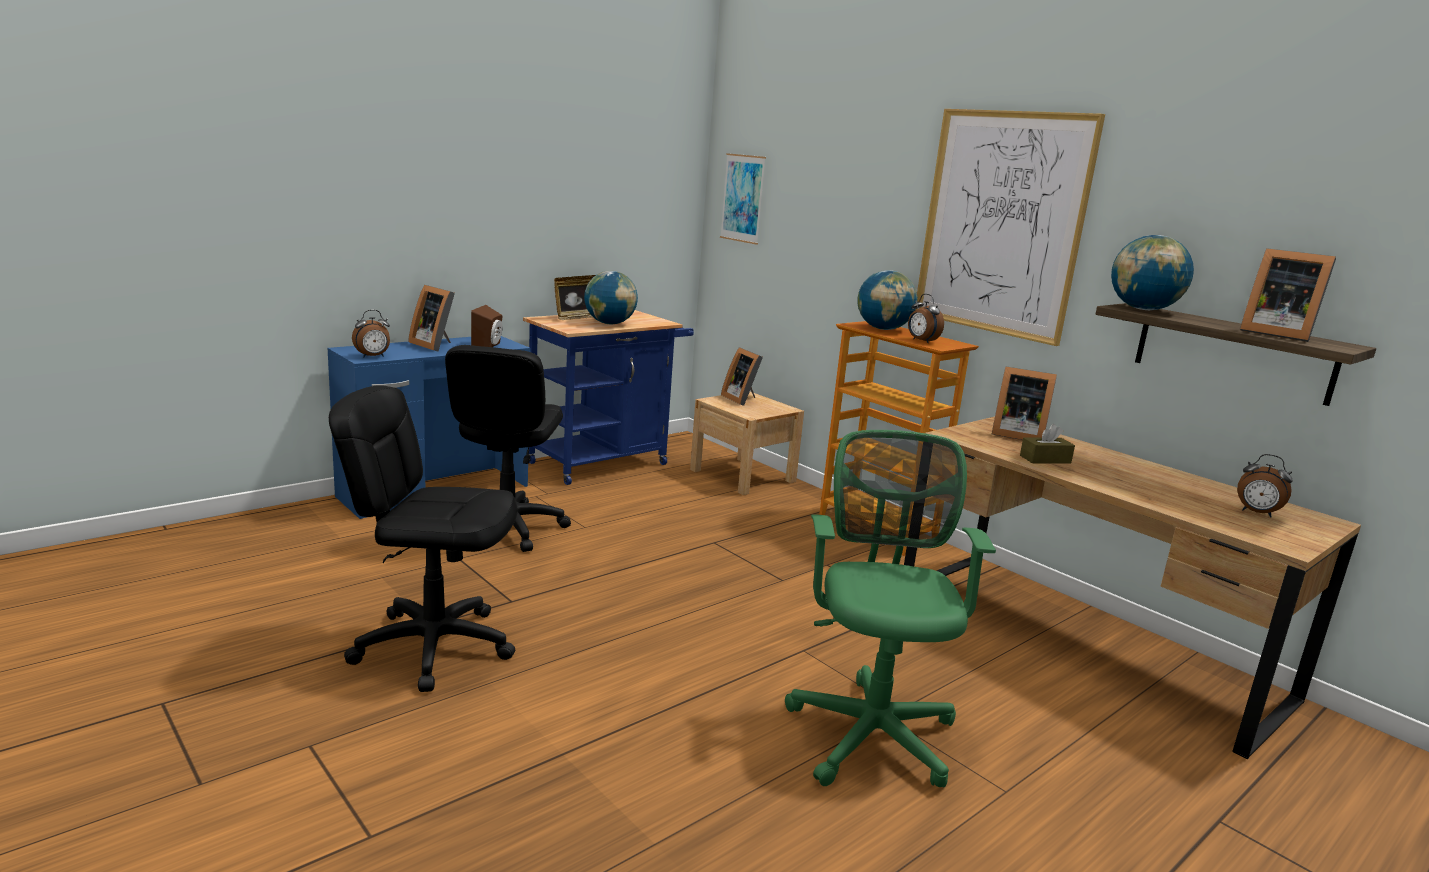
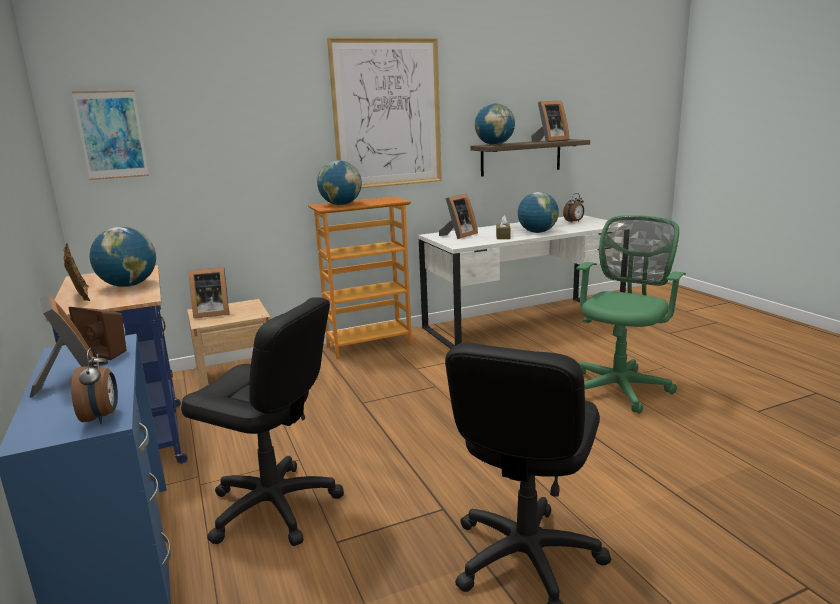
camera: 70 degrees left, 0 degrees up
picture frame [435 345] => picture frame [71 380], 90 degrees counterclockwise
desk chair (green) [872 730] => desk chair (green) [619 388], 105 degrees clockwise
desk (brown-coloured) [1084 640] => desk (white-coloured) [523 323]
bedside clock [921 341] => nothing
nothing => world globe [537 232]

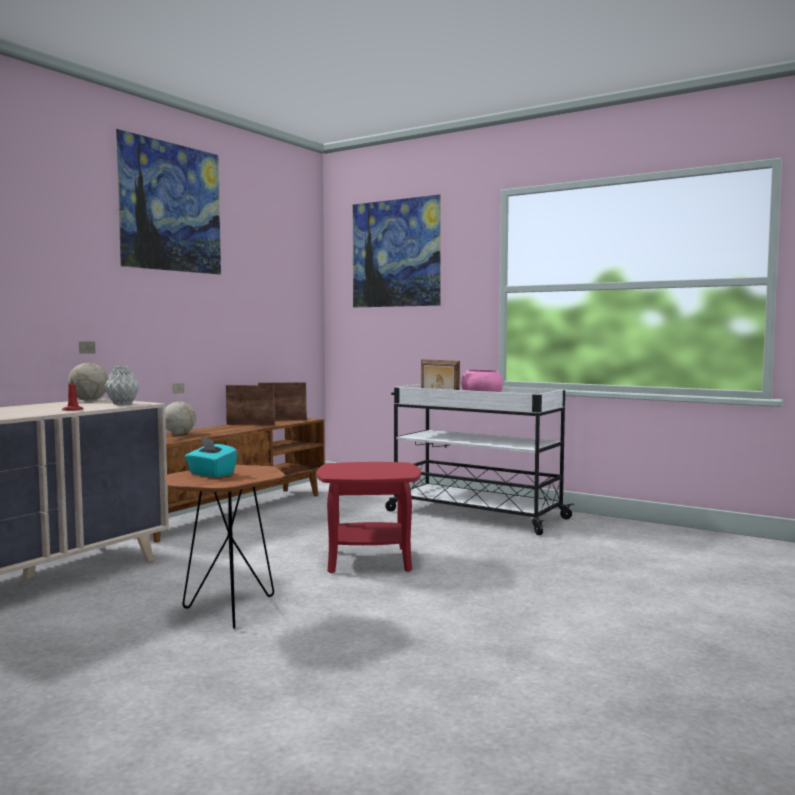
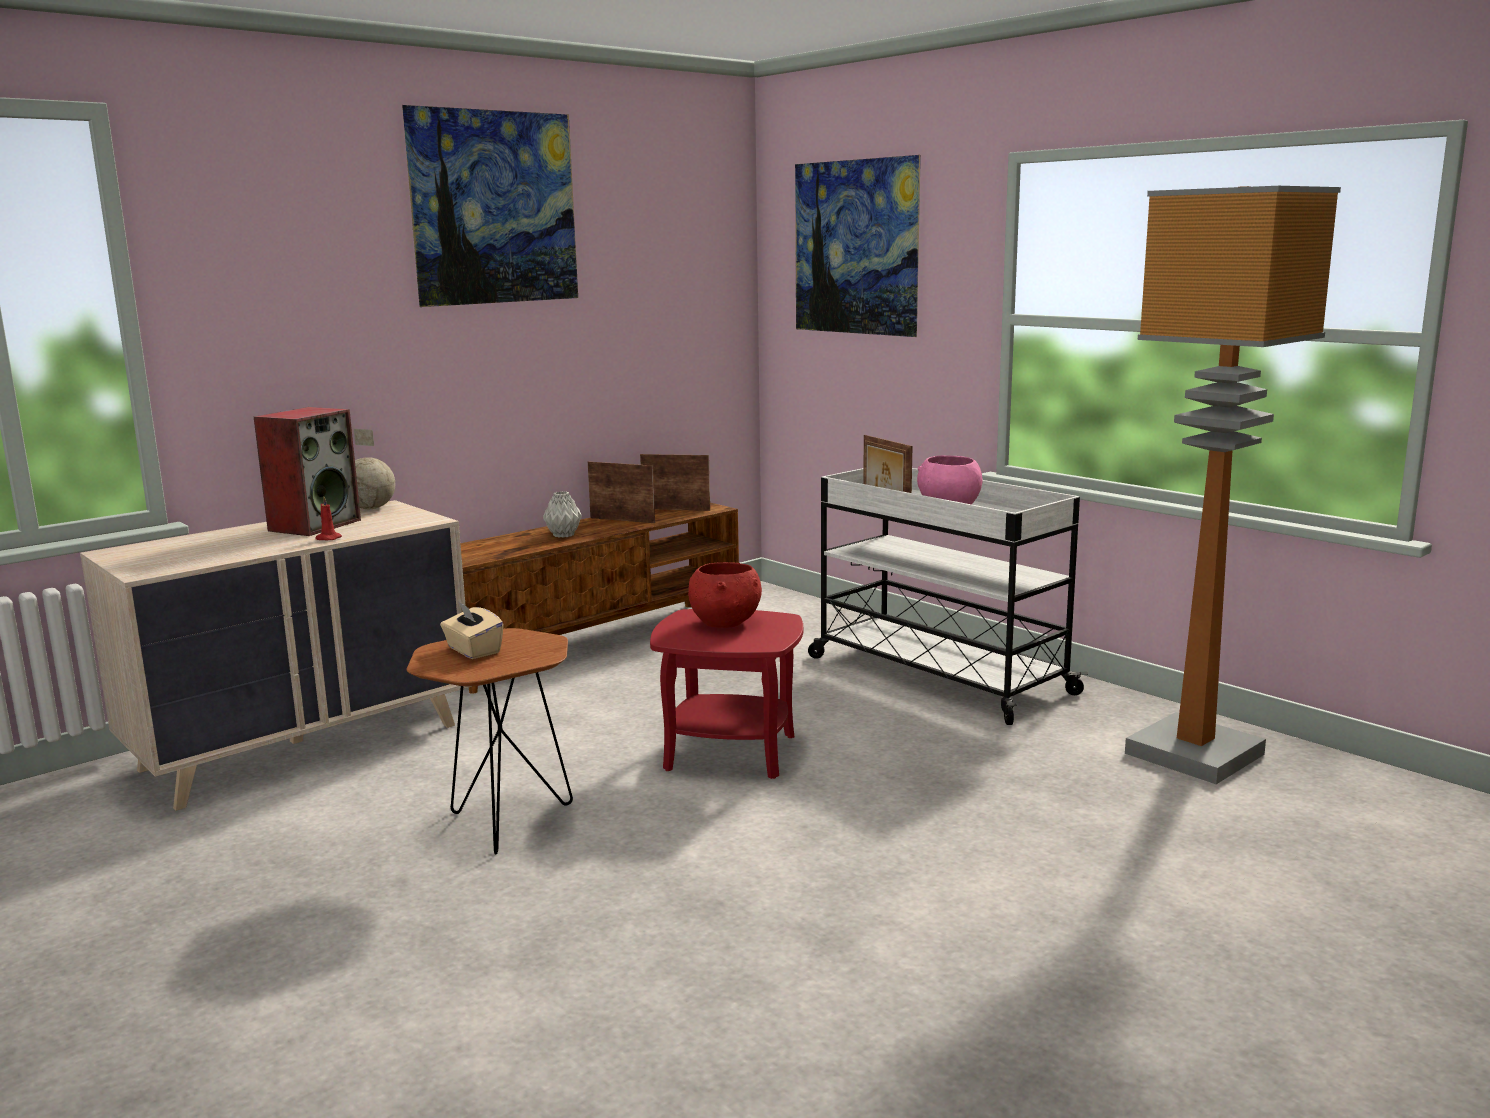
camera: 15 degrees right, 10 degrees up
vase (grey) [123 404] => vase (grey) [564 535], moved
world globe [179 434] => nothing
tissue holder (blue-green) [211 474] => tissue holder (beige) [473 650]
nothing => audio speaker [315 525]
nothing => bowl (reddish) [726 623]
nothing => standing lamp [1197 754]

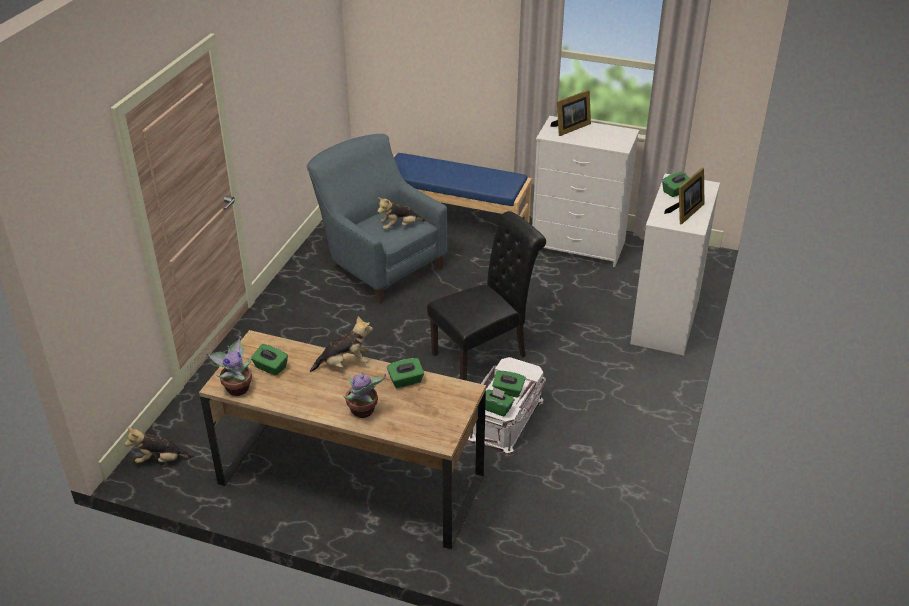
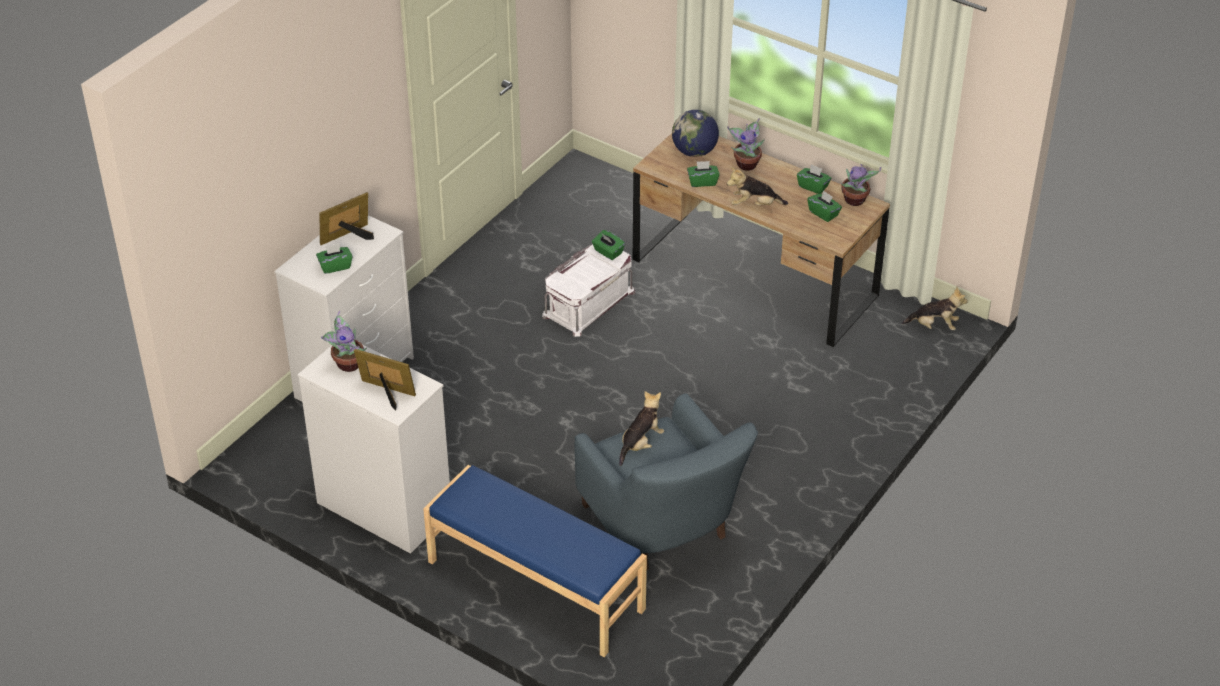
camera: 165 degrees left, 5 degrees up
soft toy [400 227] => soft toy [641 444], 45 degrees counterclockwise
plain chair (black) [484 353] => nothing
tissue holder (green) [508 391] => tissue holder (green) [813 187], moved
picture frame [570 128] => picture frame [387 393], 45 degrees clockwise
nothing => houseplant [347 364]
nothing => world globe [694 152]

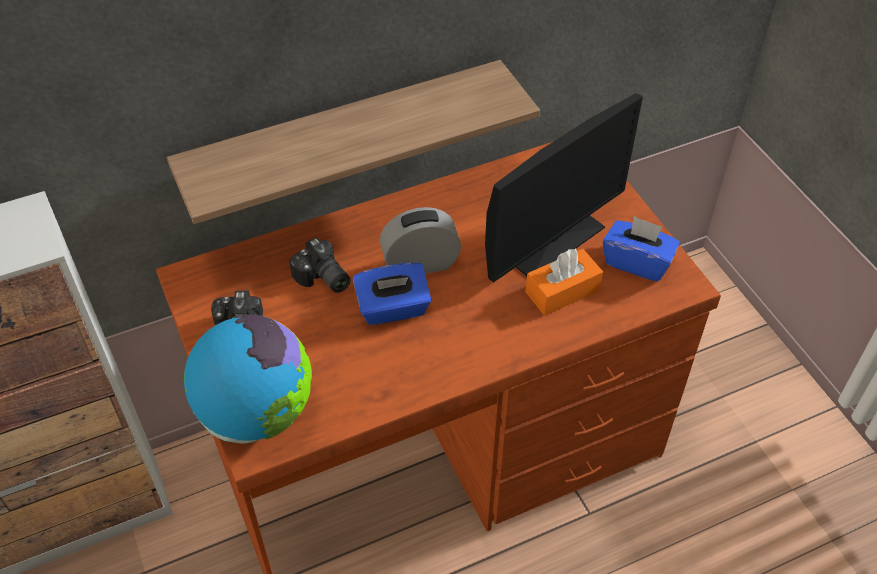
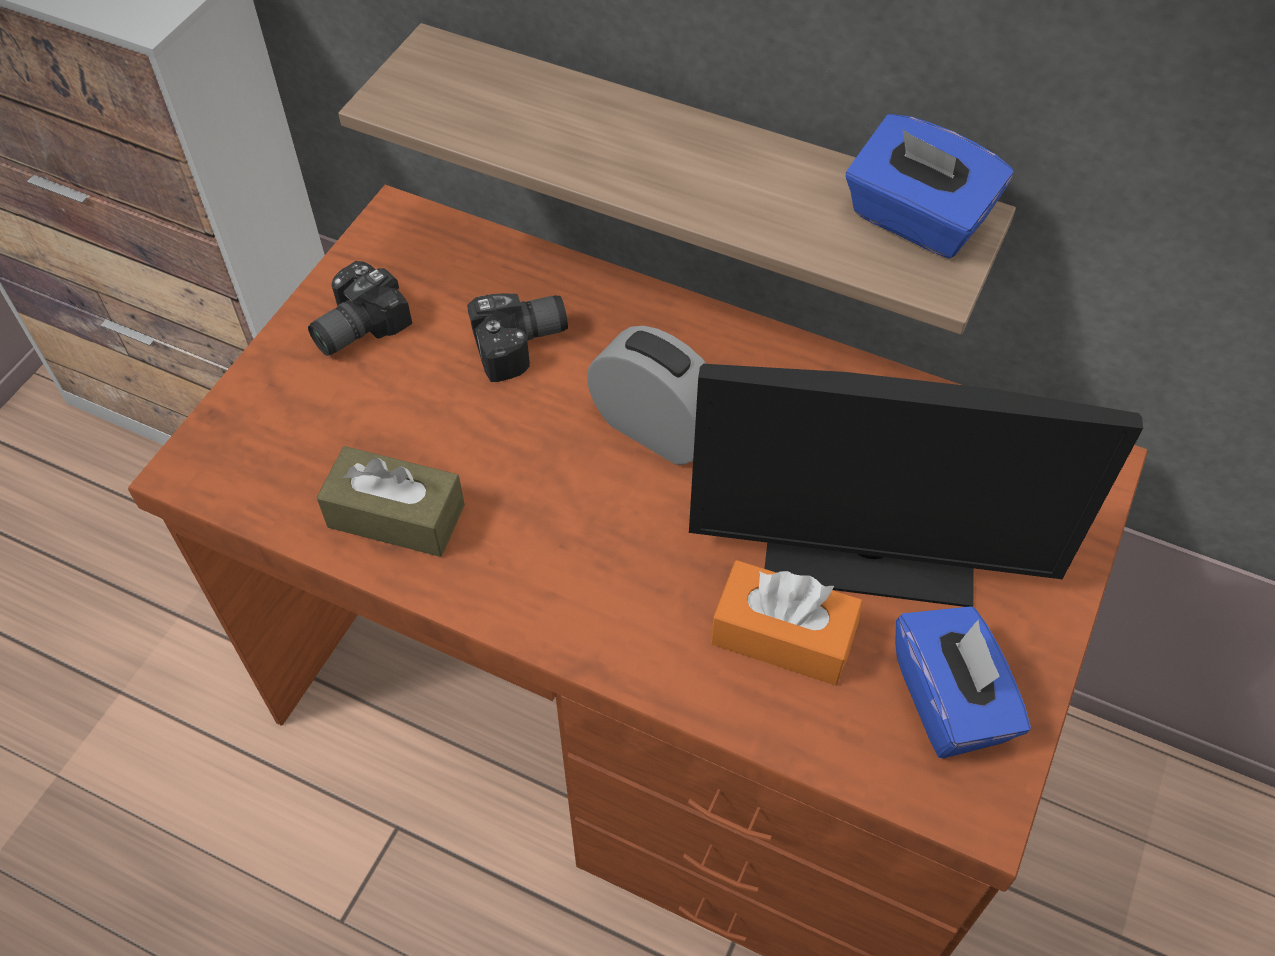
camera: 50 degrees right, 5 degrees up
world globe [257 413] => nothing
photo camera [322 279] => photo camera [522 345], 120 degrees counterclockwise
tissue holder (blue) [393 309] => tissue holder (blue) [916 220], moved
nothing => tissue holder (brown-coloured) [396 516]

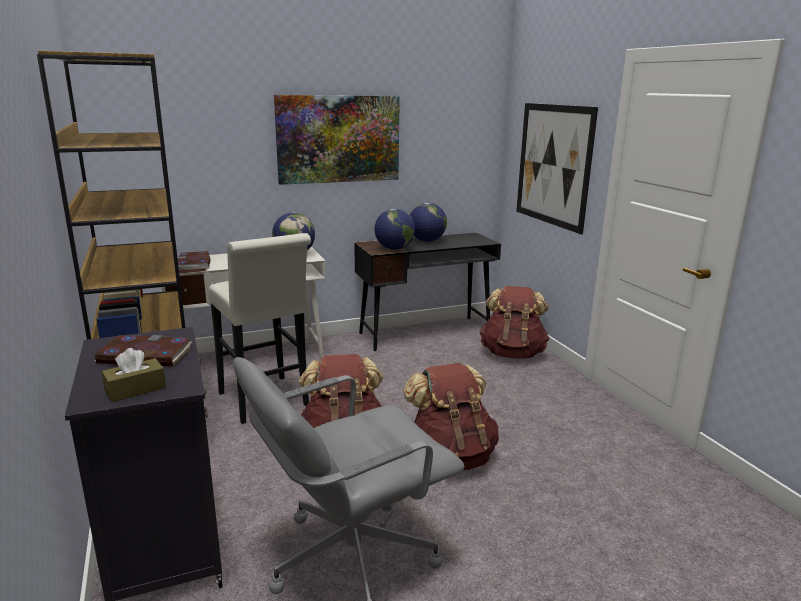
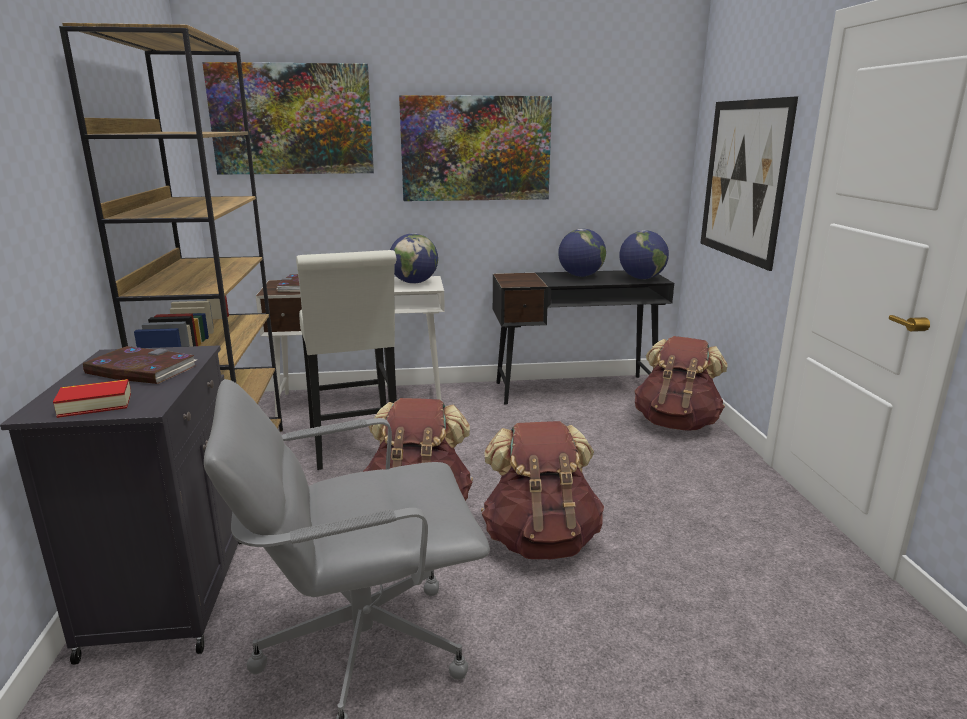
camera: 15 degrees right, 0 degrees up
tissue holder (brown-coloured) [135 389] => bound book [95 404]
world globe [394 249] => world globe [641 278], moved
nothing => wall art [292 119]

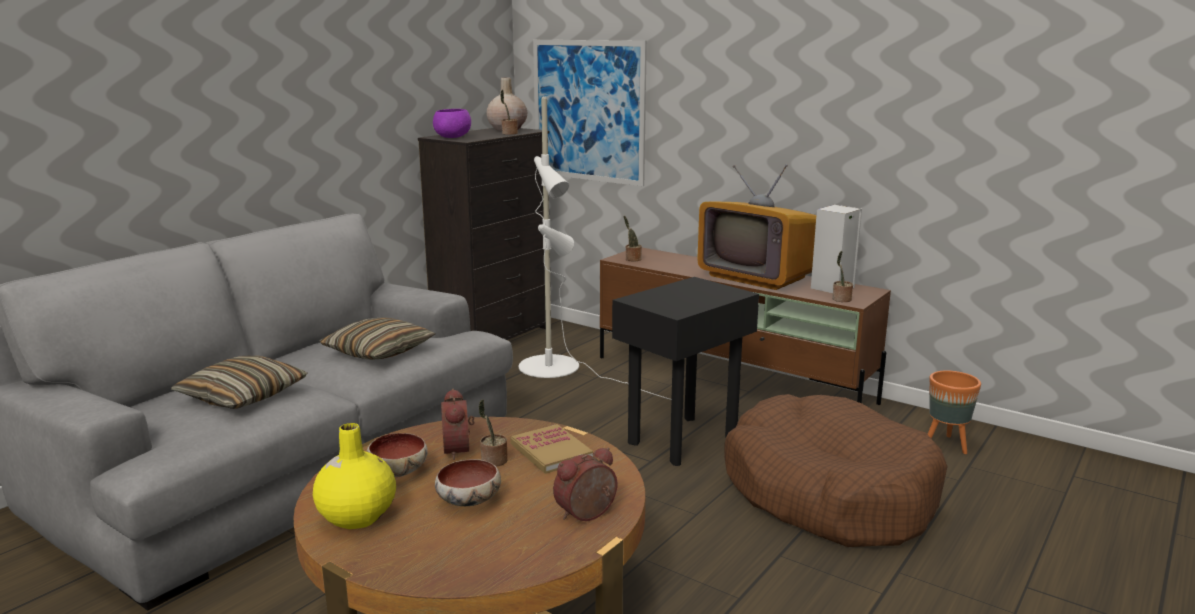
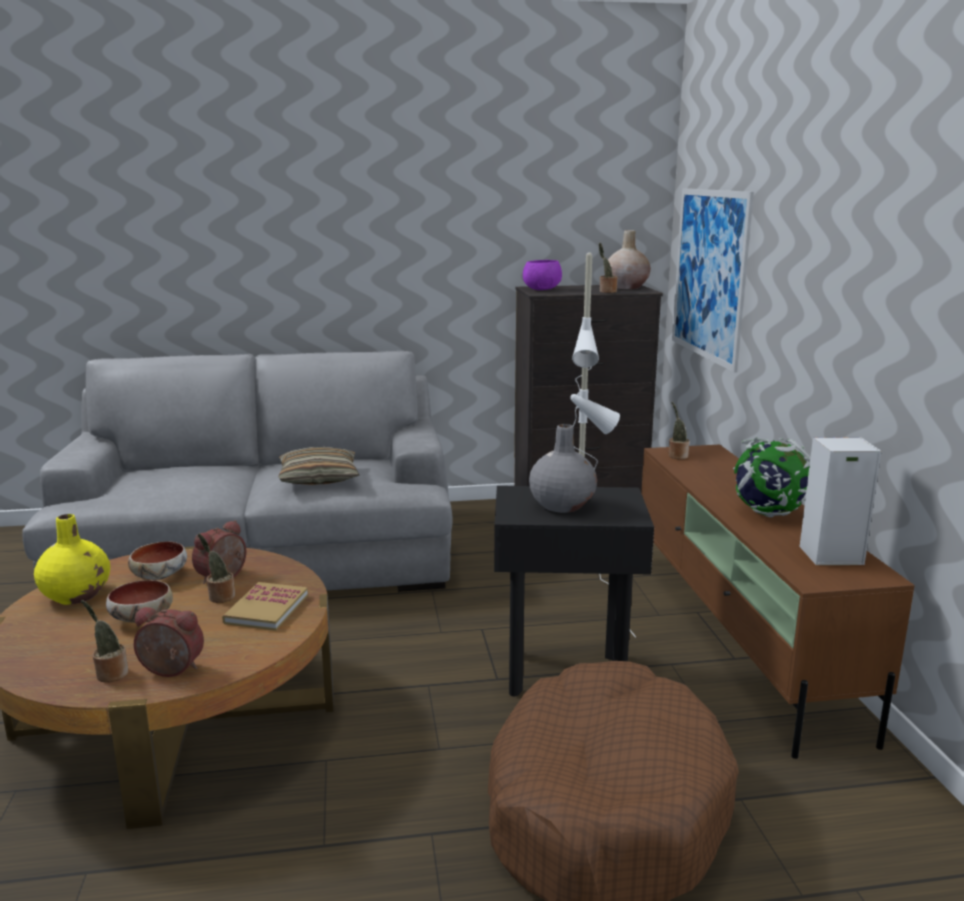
camera: 45 degrees right, 0 degrees up
throw pillow [243 396] => nothing
TV [757 277] => world globe [767 513]
houseplant [841 299] => houseplant [110 674], moved
flower pot (orange) [946 445] => nothing
nothing => vase (grey) [562 505]

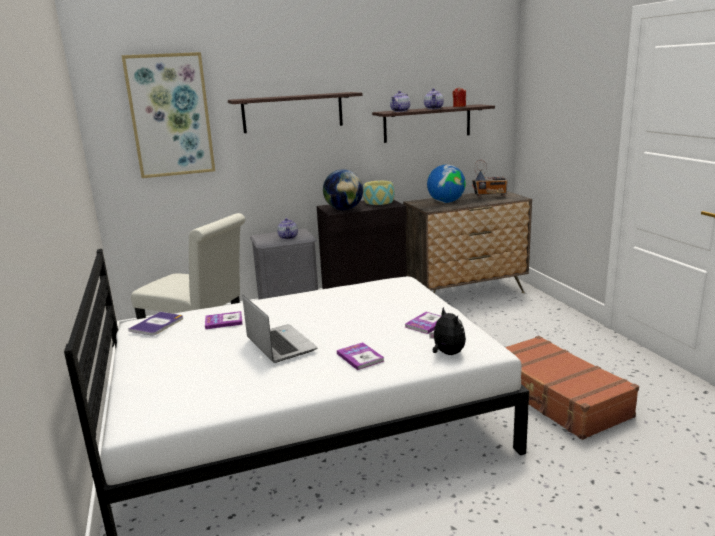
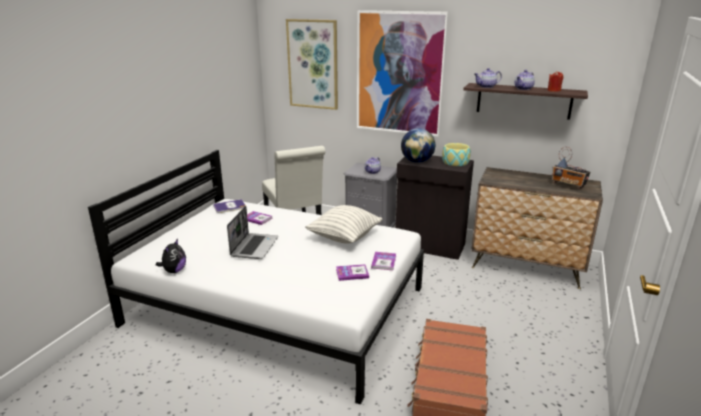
camera: 40 degrees right, 5 degrees up
wall shelf [293 112] => wall art [399 73]
bound book [360 357] => bound book [383 262], moved
world globe [446 202] => nothing
soft toy [447 353] => soft toy [174 271], moved
nothing => throw pillow [344 237]

